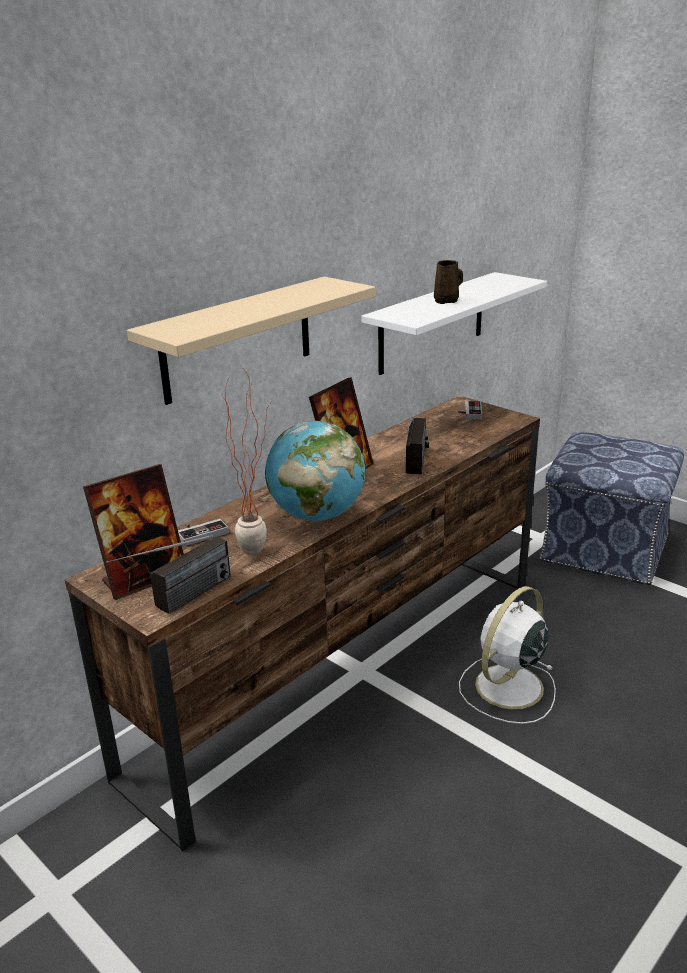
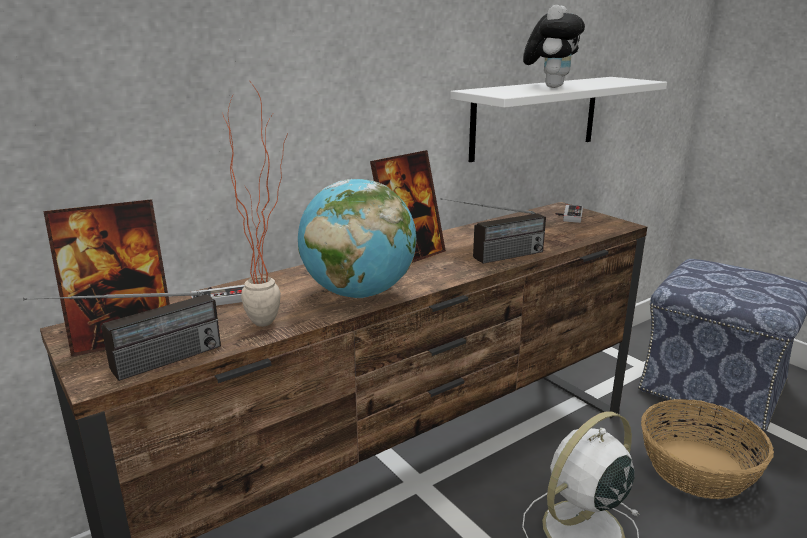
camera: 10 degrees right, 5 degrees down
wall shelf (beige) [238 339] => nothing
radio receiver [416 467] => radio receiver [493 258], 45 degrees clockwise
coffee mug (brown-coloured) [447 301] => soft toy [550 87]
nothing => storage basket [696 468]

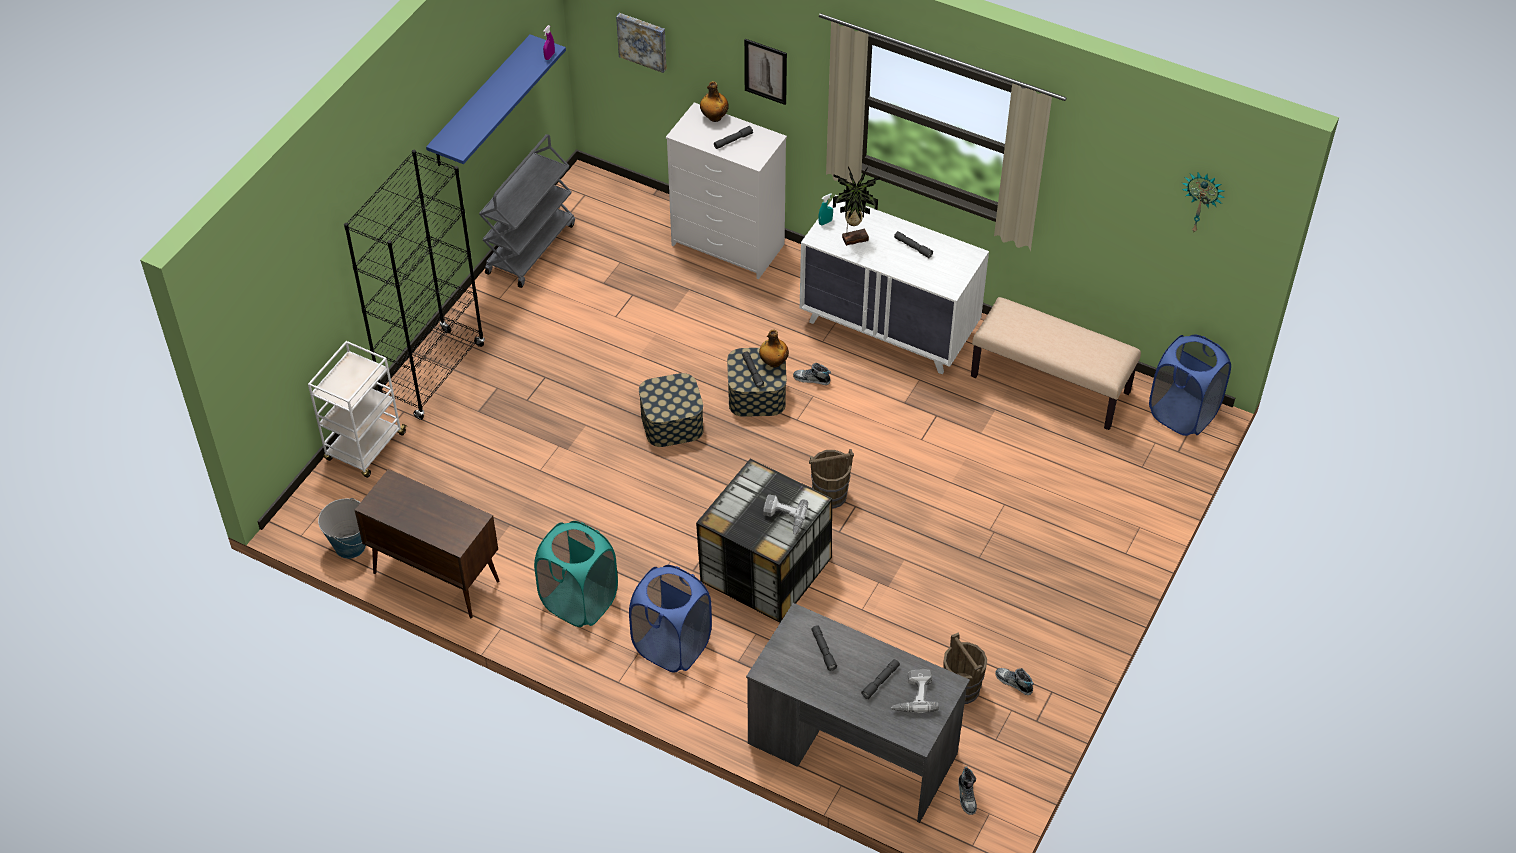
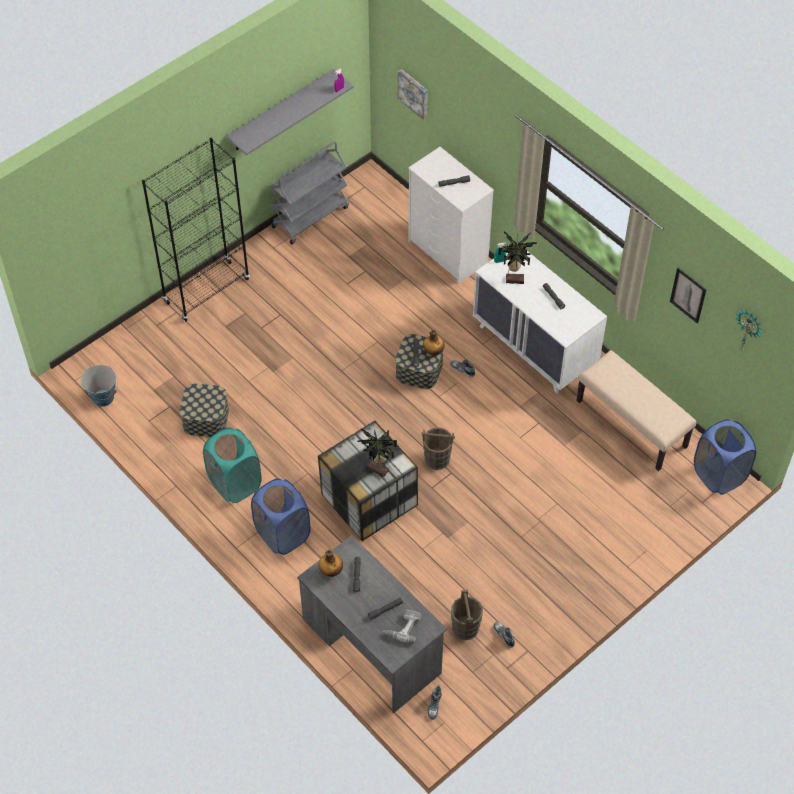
camera: 20 degrees right, 5 degrees up
wheeled cart (white-coloured) [365 448] => nothing
storage cabinet (brown-coloured) [435 577] => nothing
wall shelf (blue) [480 102] => wall shelf (grey) [281 111]
storage container [672 422] => storage container [206 418], moved
bottle [714 117] => bottle [331 571], moved
wall art [765 71] => wall art [688 295], moved
drill [784 518] => houseplant [378 471]

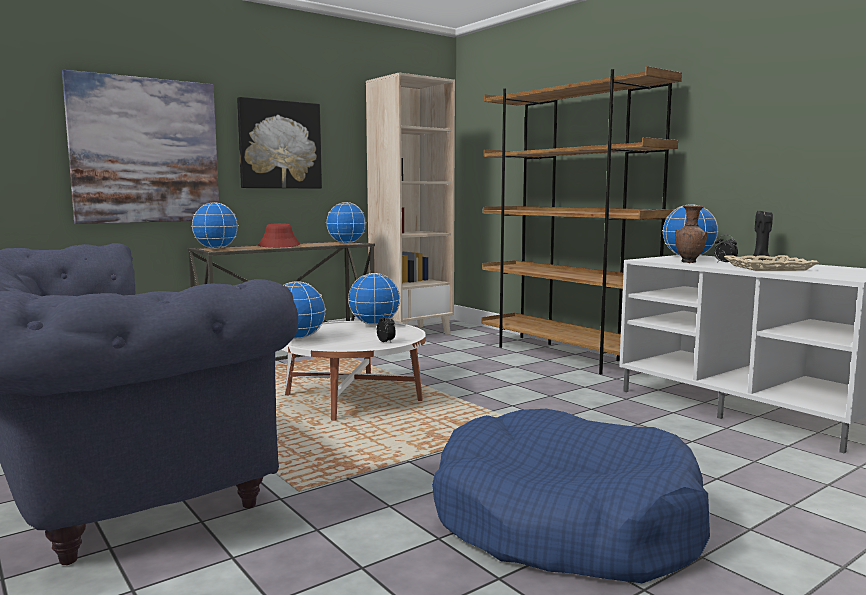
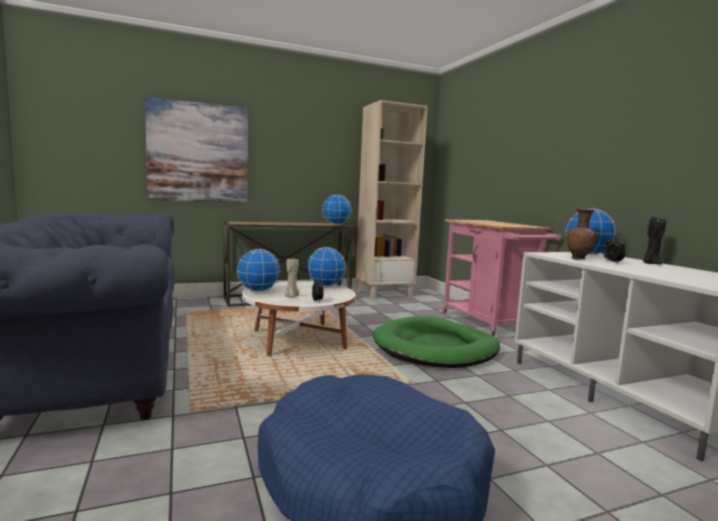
camera: 15 degrees right, 0 degrees up
world globe [216 248] => nothing
wall art [279 145] => nothing
wearable hat (reddish) [279 245] => nothing
bookcase (brown-coloured) [565 355] => wheeled cart (pinkish) [489 325]
serving tray (beige) [768 268] => nothing
nothing => wax candle (beige) [292 296]
nothing => dog bed (green) [435 348]

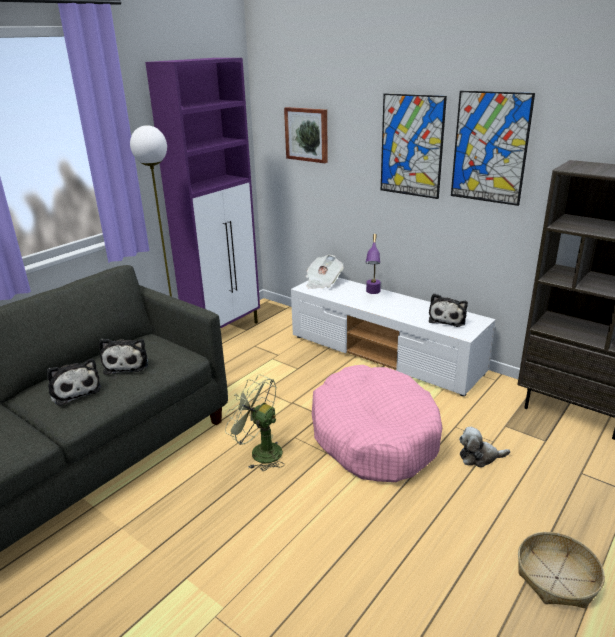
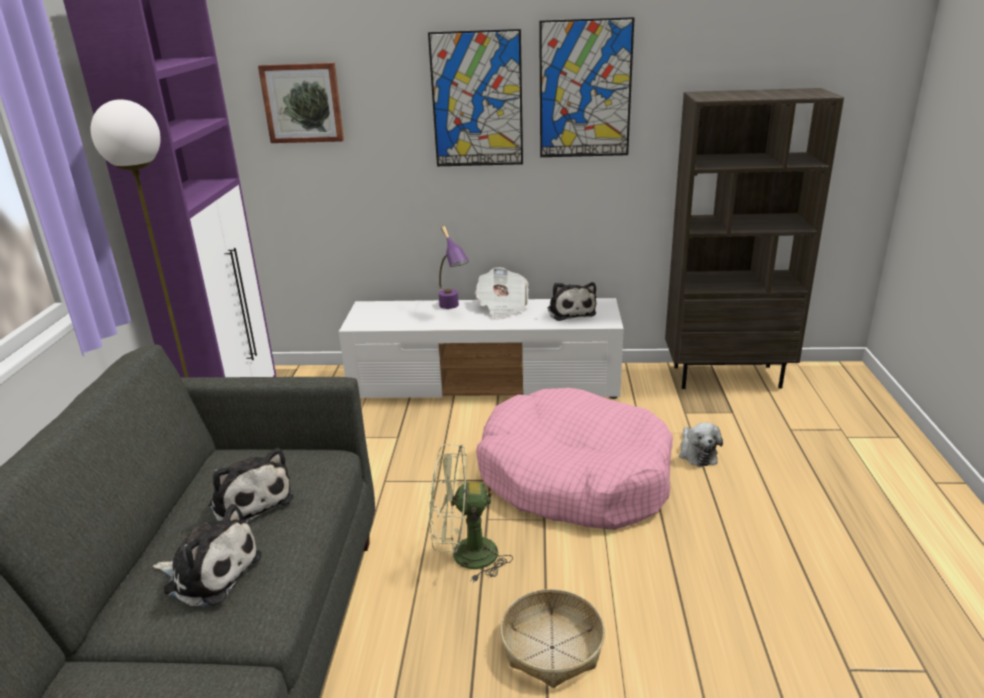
camera: 35 degrees left, 0 degrees up
printed paper [322 282] => printed paper [502 308], moved
soft toy [479 457] => soft toy [697 453], 60 degrees counterclockwise
storage basket [557 578] => storage basket [552 648], moved

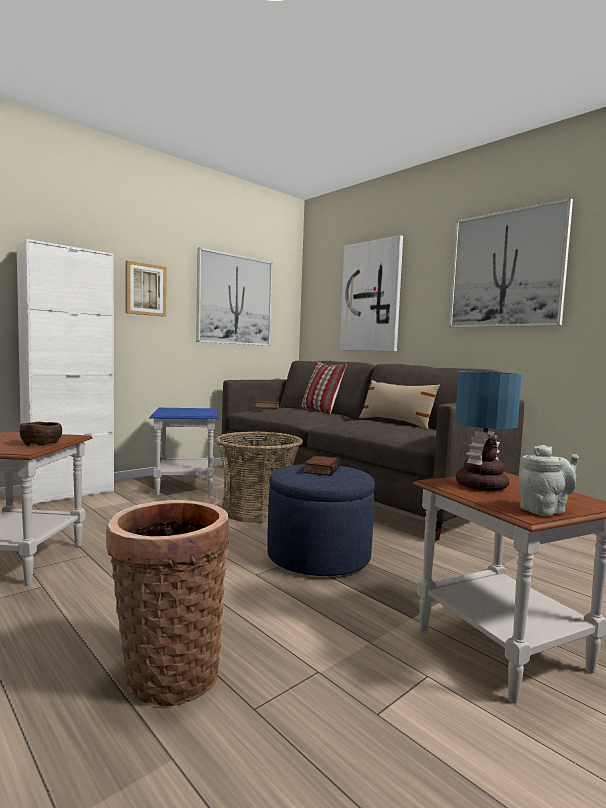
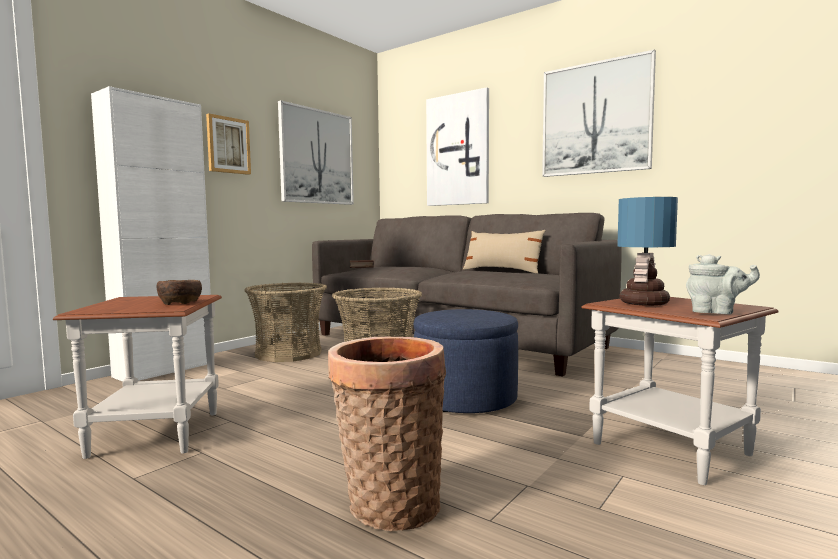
camera: 10 degrees left, 0 degrees up
side table (blue) [185 487] => storage basket [289 353]
throw pillow [320 411] => nothing
bound book [321 469] => nothing
teapot (grey) [545 510] => teapot (grey) [716 313], 60 degrees clockwise

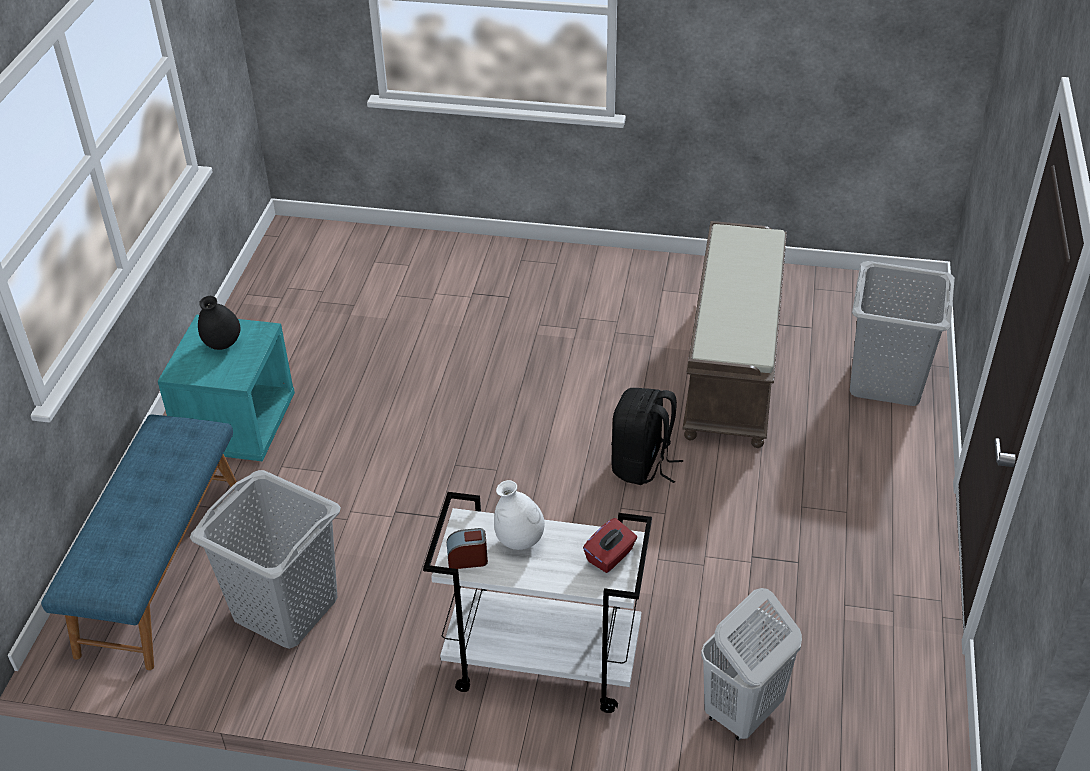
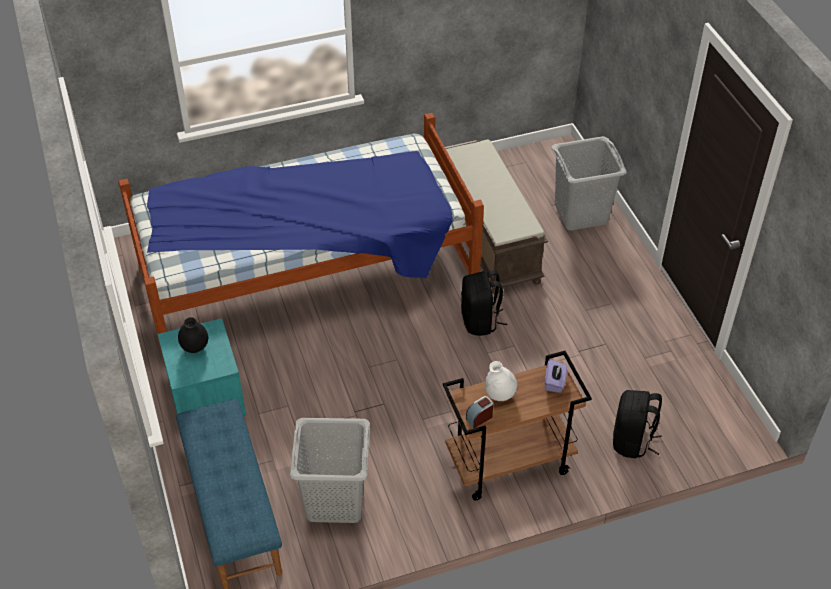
camera: 30 degrees left, 5 degrees up
wheeled cart (white-coloured) [541 664] => wheeled cart (brown-coloured) [508 464]
tissue holder (reddish) [610 556] => tissue holder (purple-coloured) [554 382]
washing basket (white-coloured) [742 712] => rucksack (black) [632 441]
nothing => sleeping bed [307 277]

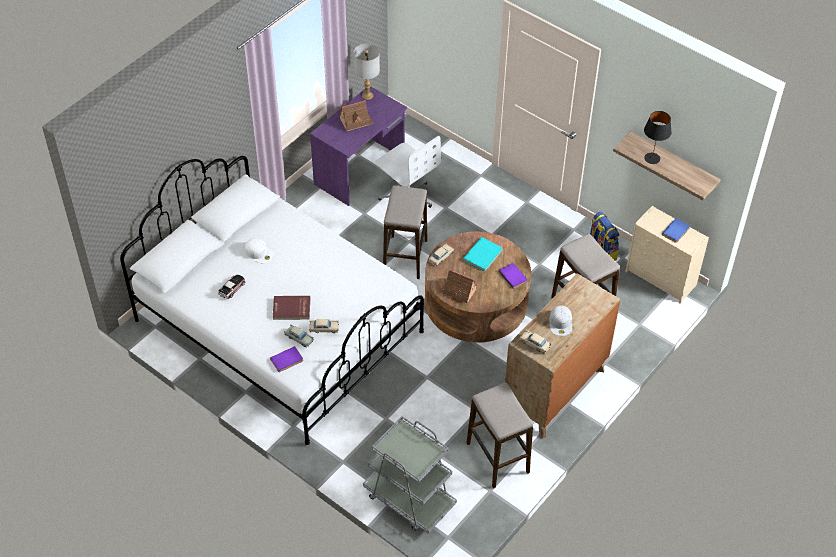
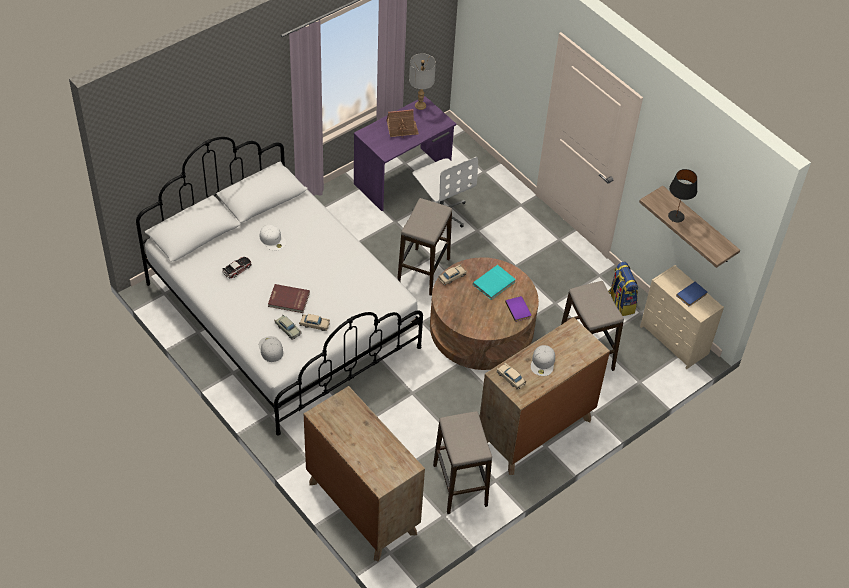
camera: 10 degrees right, 0 degrees up
bound book (purple-coloured) [287 361] => baseball cap (white-coloured) [270 349]
wheeled cart (grey) [409 499] => drawer chest (brown-coloured) [362 507]
model house [458 291] => nothing

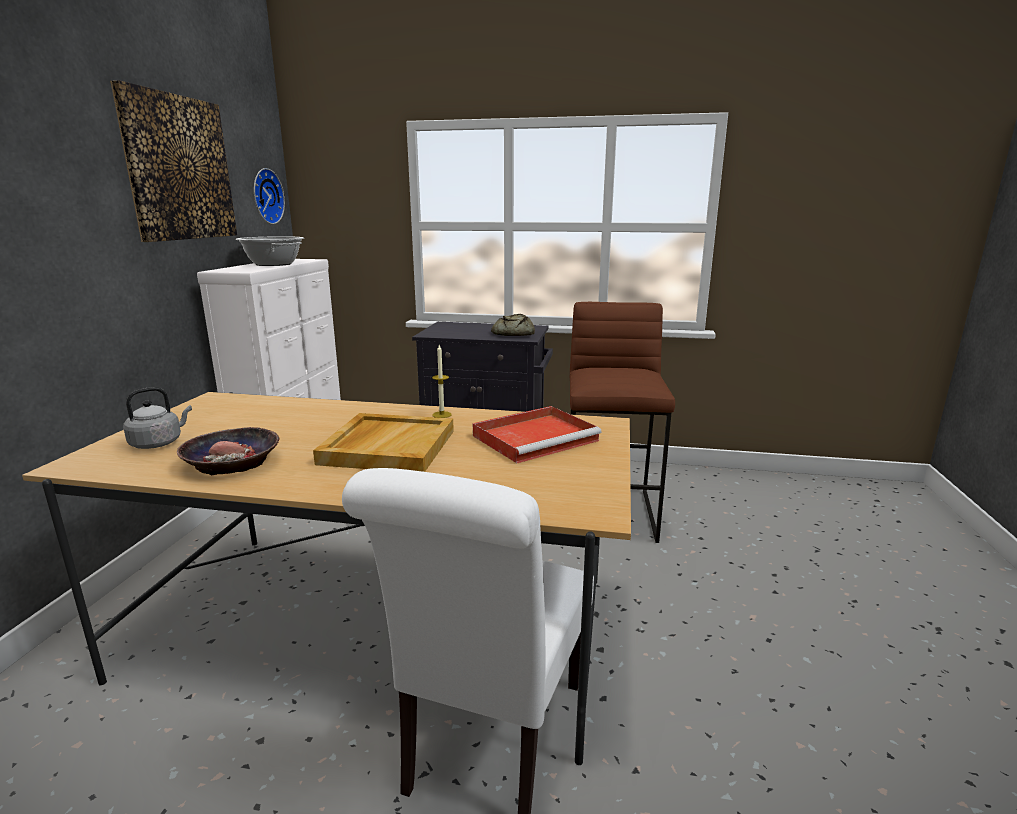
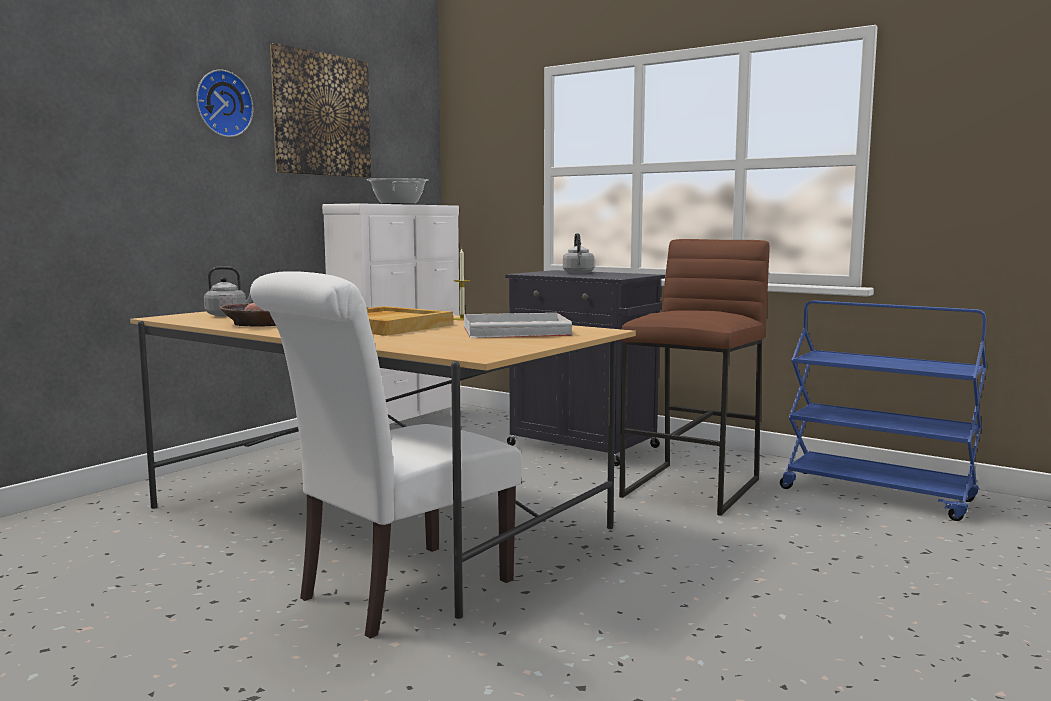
camera: 25 degrees right, 10 degrees down
clock on the wall [265 196] => clock on the wall [222 104], moved
serving tray (reddish) [537 437] => serving tray (white-coloured) [518 331]
bakery bread [512 333] => nothing
nothing => tea kettle (grey) [578 273]
nothing => wheeled cart (blue) [878 495]

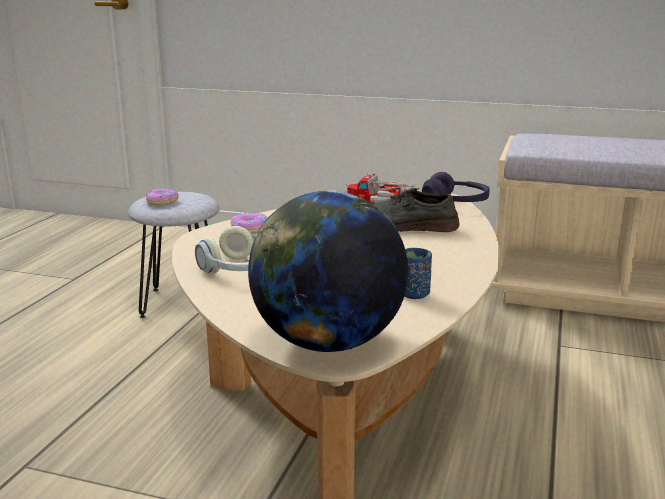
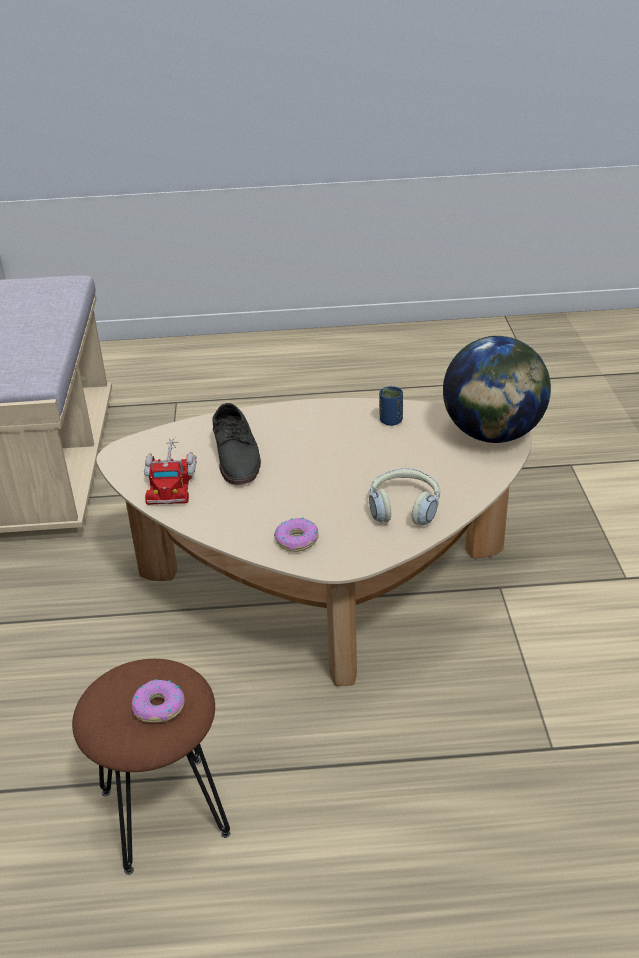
camera: 110 degrees left, 15 degrees up
stool (grey) [182 302] => stool (brown-coloured) [164 811]
headset (purple-coloured) [455 203] => nothing

